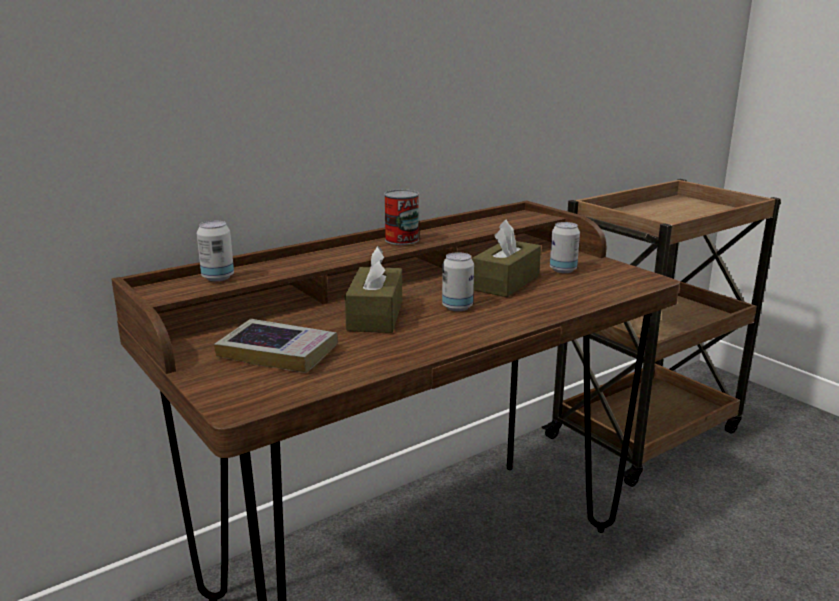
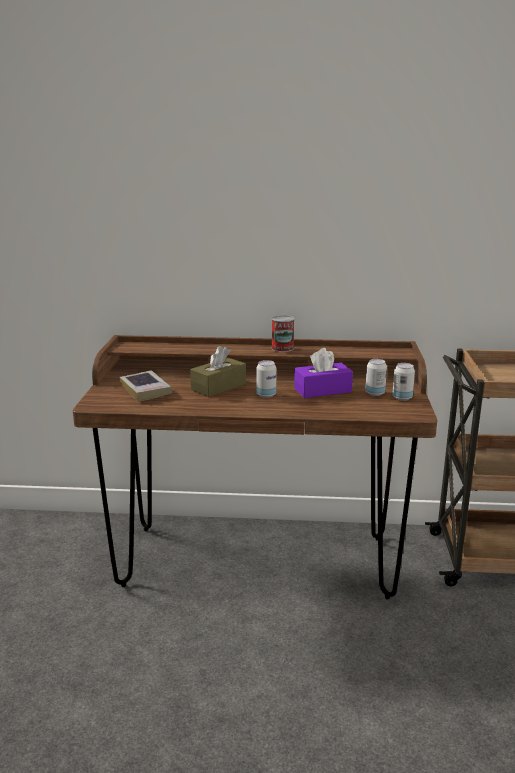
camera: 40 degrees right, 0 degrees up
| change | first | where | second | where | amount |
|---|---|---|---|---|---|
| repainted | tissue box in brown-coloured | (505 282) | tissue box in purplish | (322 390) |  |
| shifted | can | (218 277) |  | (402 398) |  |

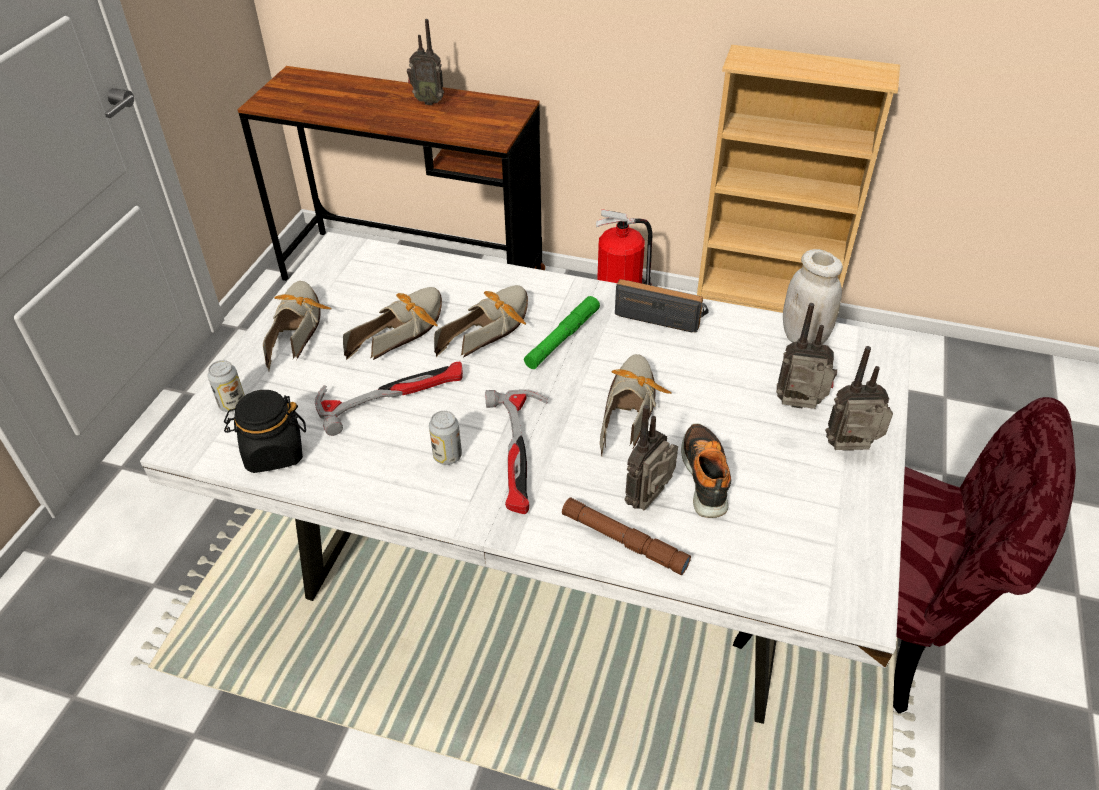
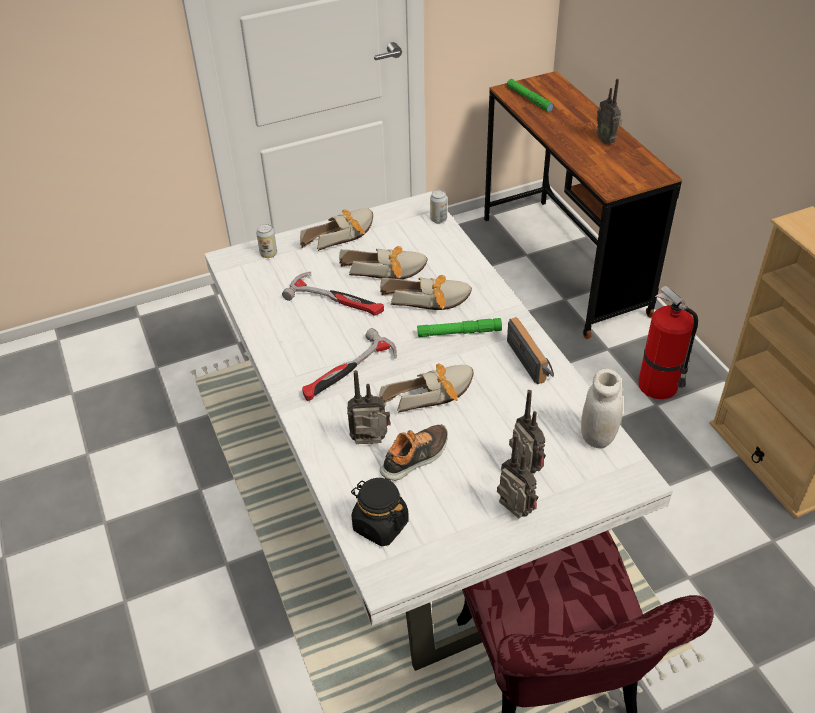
camera: 50 degrees right, 0 degrees up
| change | first | where | second | where | amount |
|---|---|---|---|---|---|
| shifted | storage jar in blackish | (273 452) |  | (380 525) |  |
| shifted | can | (447 456) |  | (438 219) |  |
| gone | hand torch in brown-coloured | (624 541) |  |  |  |
| new |  |  | hand torch in greenish | (529 99) |  |

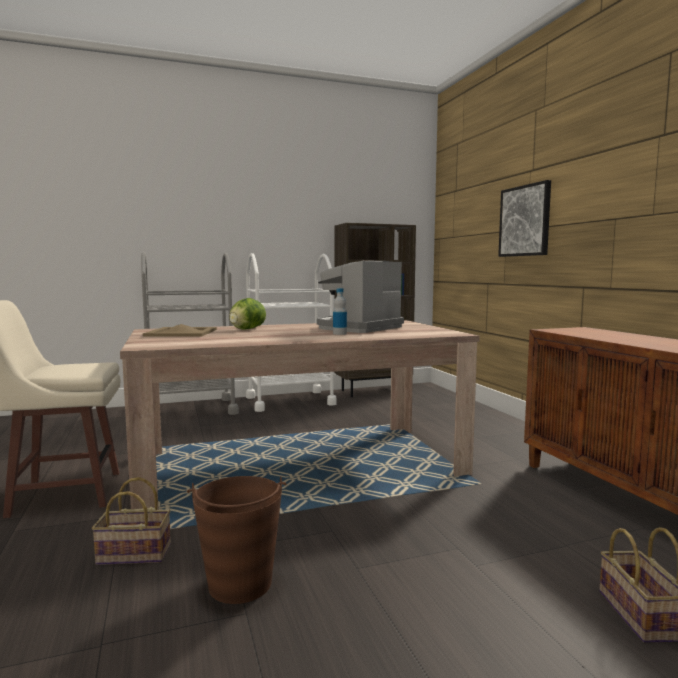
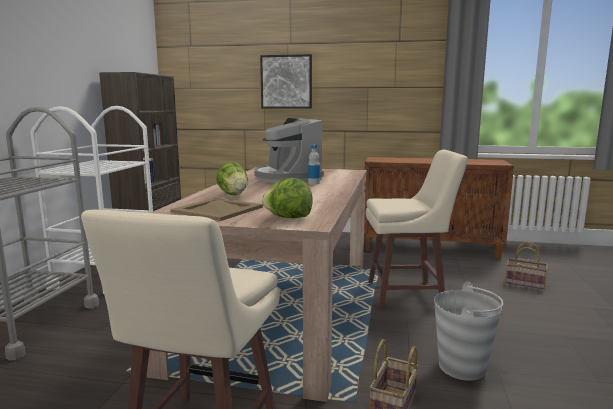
camera: 60 degrees left, 5 degrees up
| change | first | where | second | where | amount |
|---|---|---|---|---|---|
| repainted | bucket in brown-coloured | (239 584) | bucket in grey | (462 367) |  |
| new |  |  | stool in beige | (407 294) |  |
| new |  |  | lettuce | (288 218) |  |

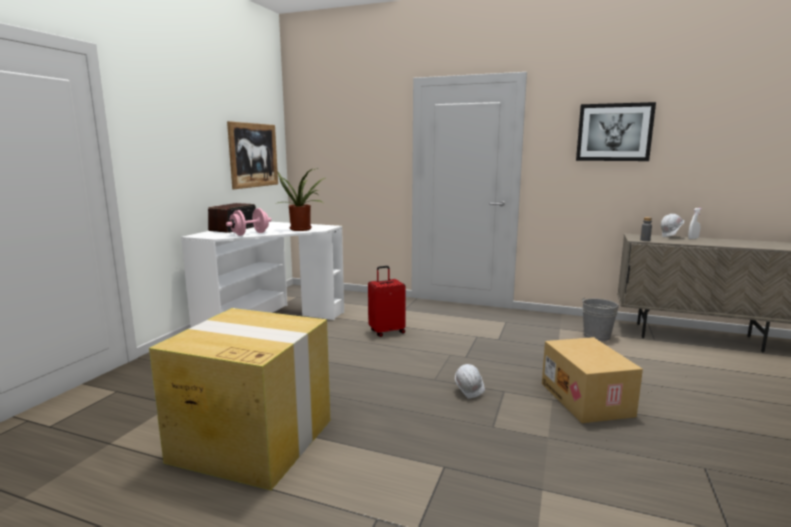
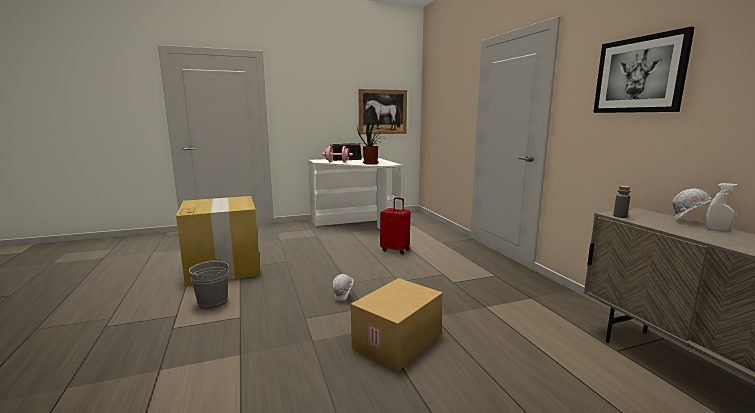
camera: 50 degrees right, 0 degrees up
| change | first | where | second | where | amount |
|---|---|---|---|---|---|
| shifted | bucket in grey | (596 336) |  | (212 302) |  |

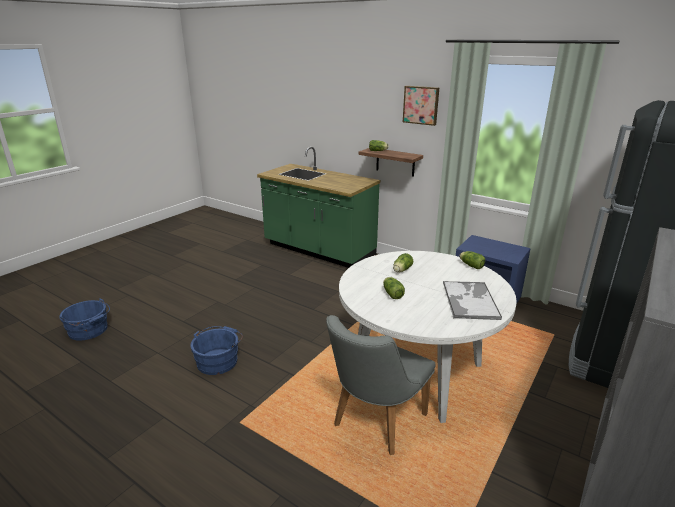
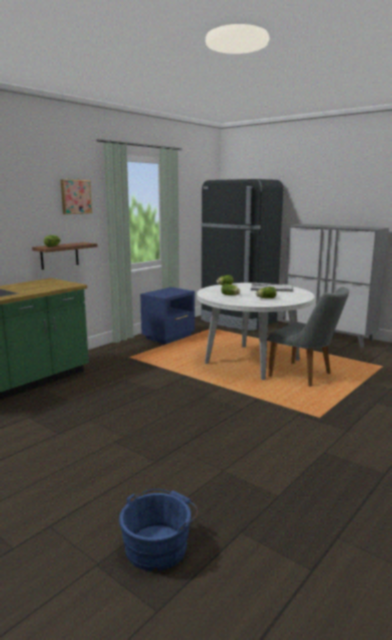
camera: 85 degrees left, 10 degrees down
| change | first | where | second | where | amount |
|---|---|---|---|---|---|
| gone | bucket in bluish | (219 360) |  |  |  |

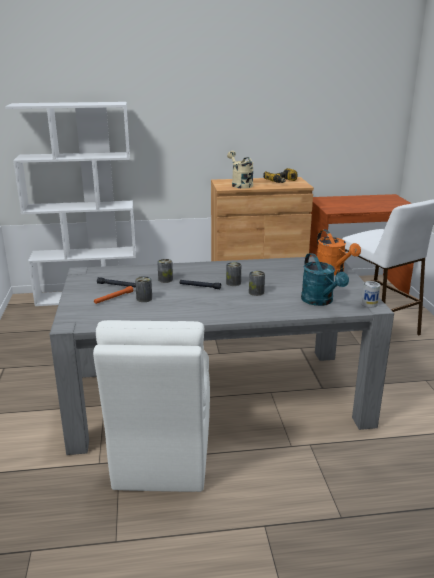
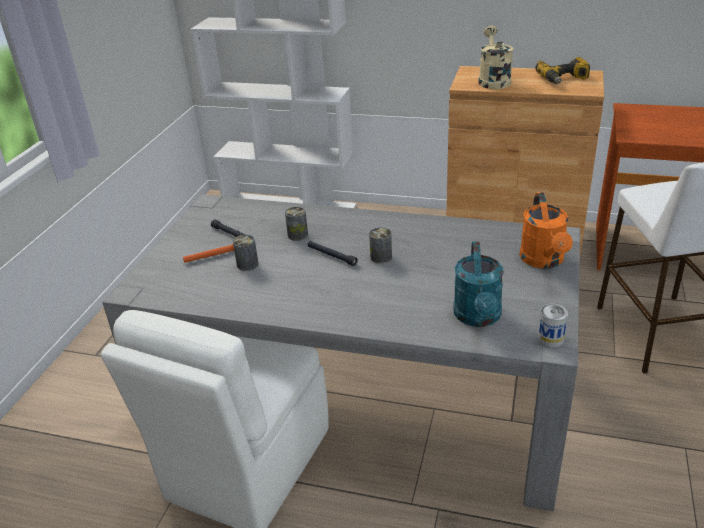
camera: 25 degrees right, 10 degrees up
| change | first | where | second | where | amount |
|---|---|---|---|---|---|
| gone | can | (256 292) |  |  |  |

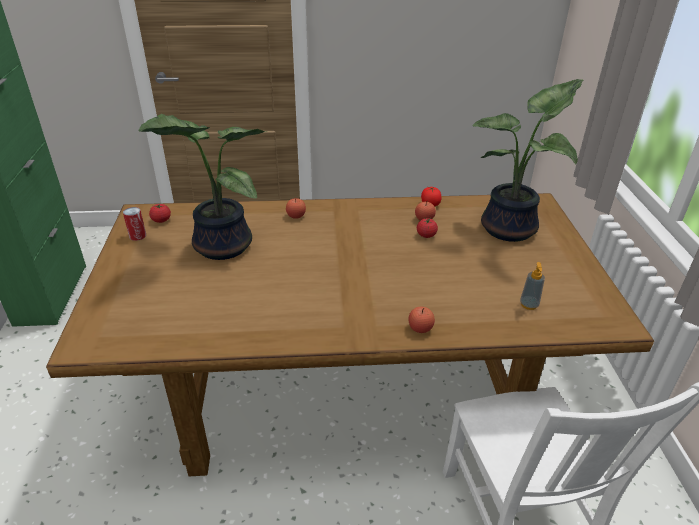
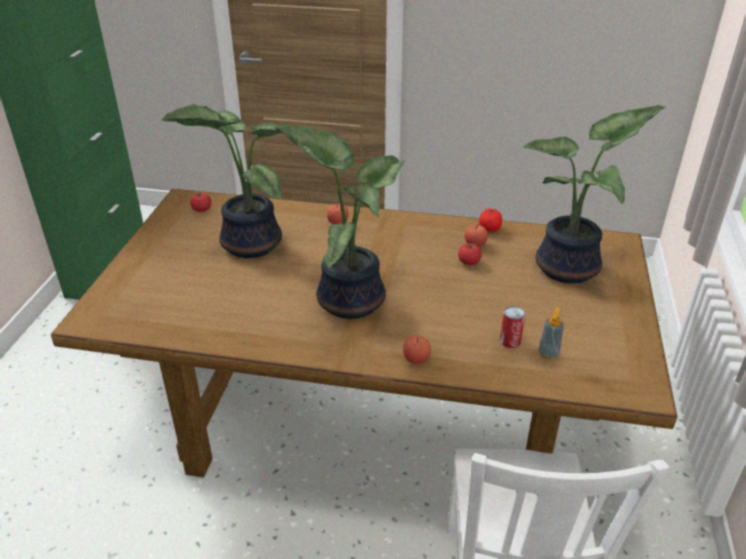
camera: 15 degrees right, 0 degrees up
| change | first | where | second | where | amount |
|---|---|---|---|---|---|
| shifted | can | (137 236) |  | (510 341) |  |
| new |  |  | houseplant | (350 298) |  |

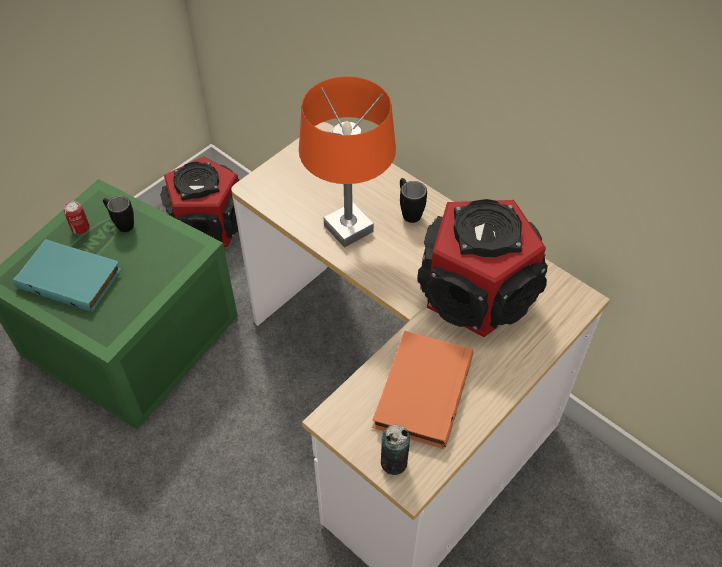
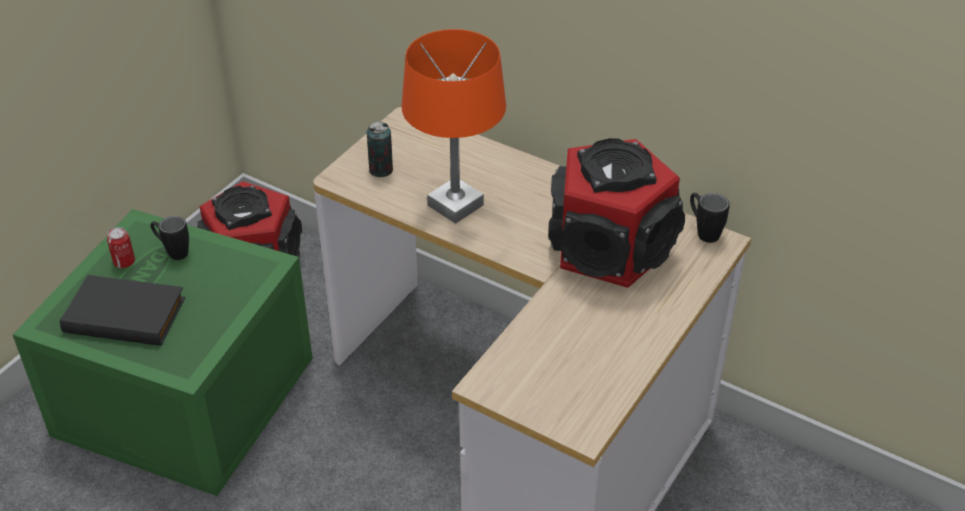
camera: 10 degrees left, 10 degrees down
| change | first | where | second | where | amount |
|---|---|---|---|---|---|
| shifted | tea mug in blackish | (408 211) |  | (703 231) |  |
| repainted | volume in blue-green | (71 277) | volume in blackish | (127 313) |  |
| gone | volume in orangey | (420 390) |  |  |  |
| shifted | can | (394 462) |  | (381 170) |  |

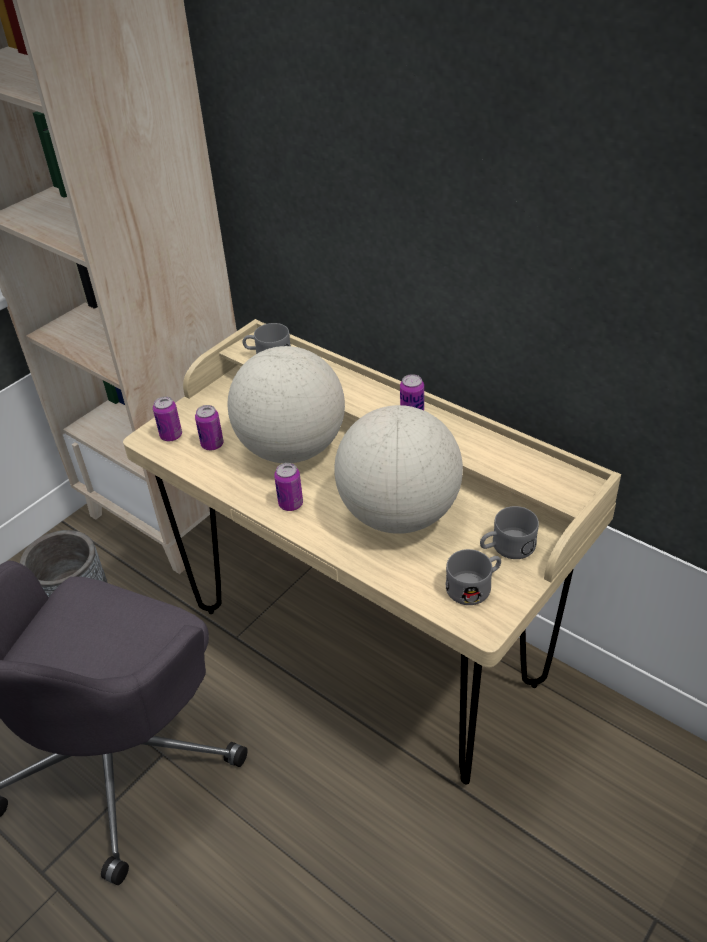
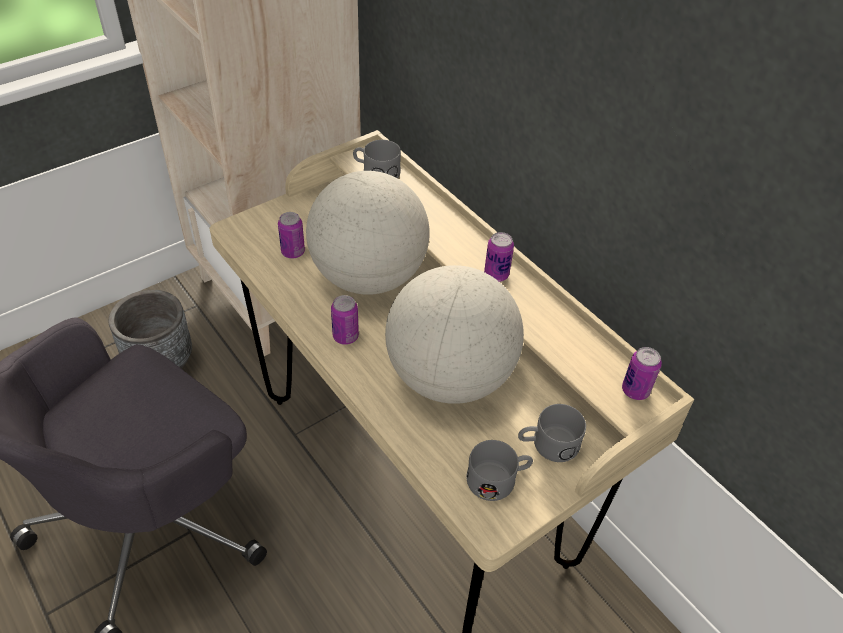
camera: 10 degrees right, 5 degrees up
| change | first | where | second | where | amount |
|---|---|---|---|---|---|
| shifted | can | (171 436) |  | (635 390) |  |

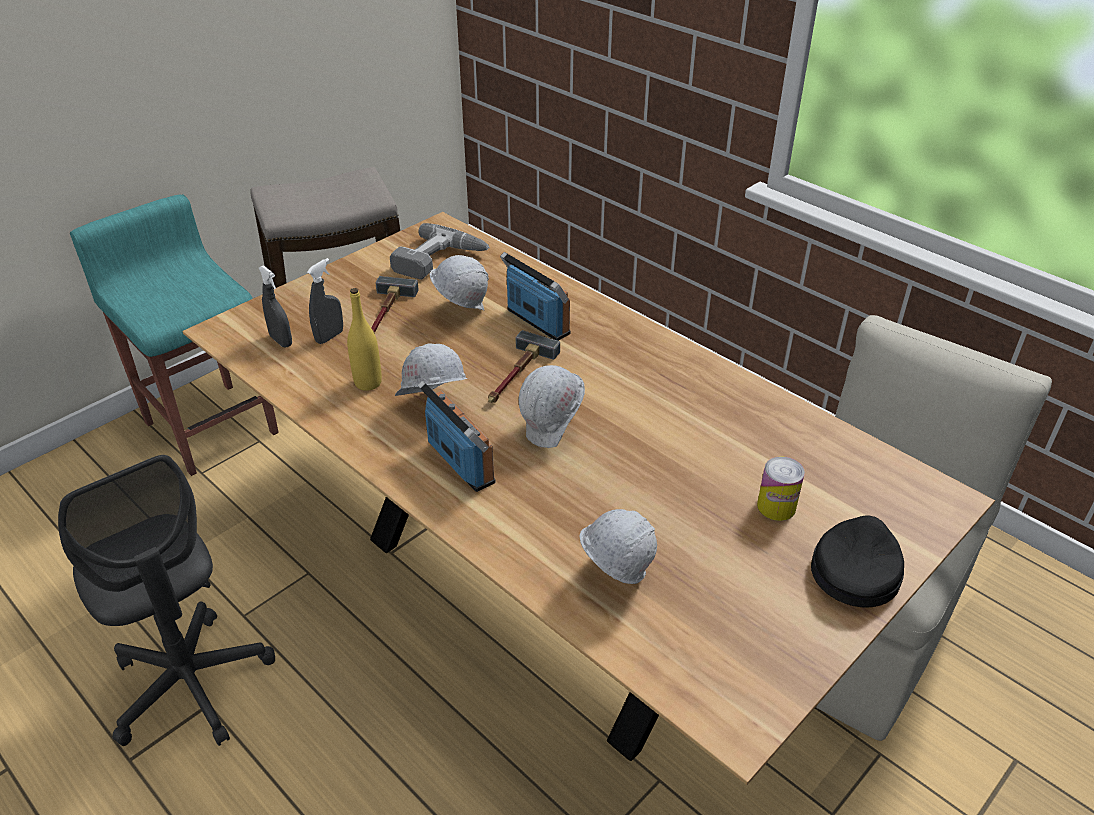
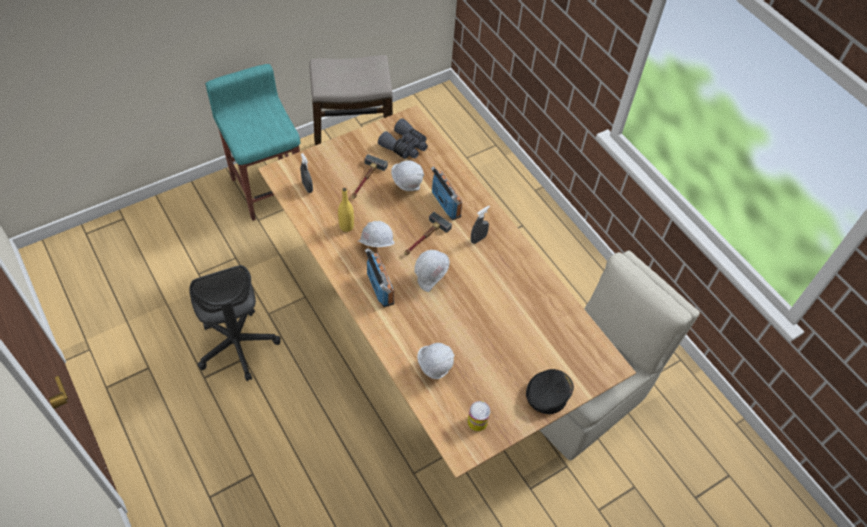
camera: 10 degrees right, 15 degrees up
| change | first | where | second | where | amount |
|---|---|---|---|---|---|
| swapped | electric drill | (440 261) | pair of binoculars in grey | (405 146) |  |
| shifted | spray bottle in grey | (329 337) |  | (478 239) |  |
| shifted | can | (776 506) |  | (477 421) |  |

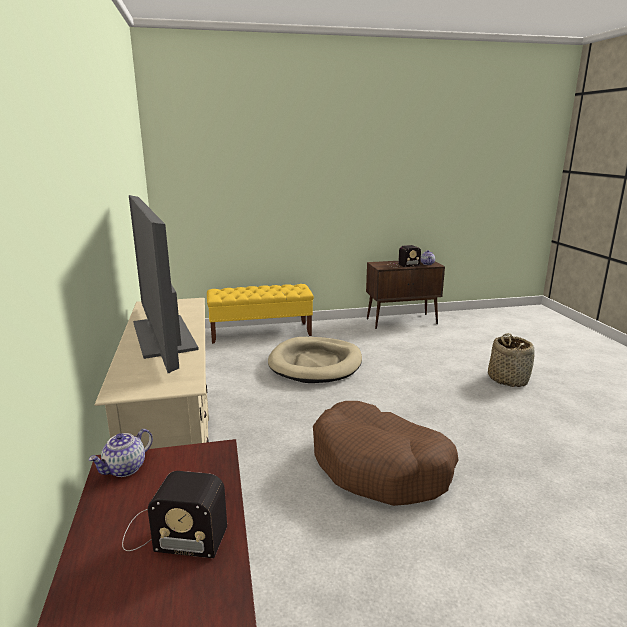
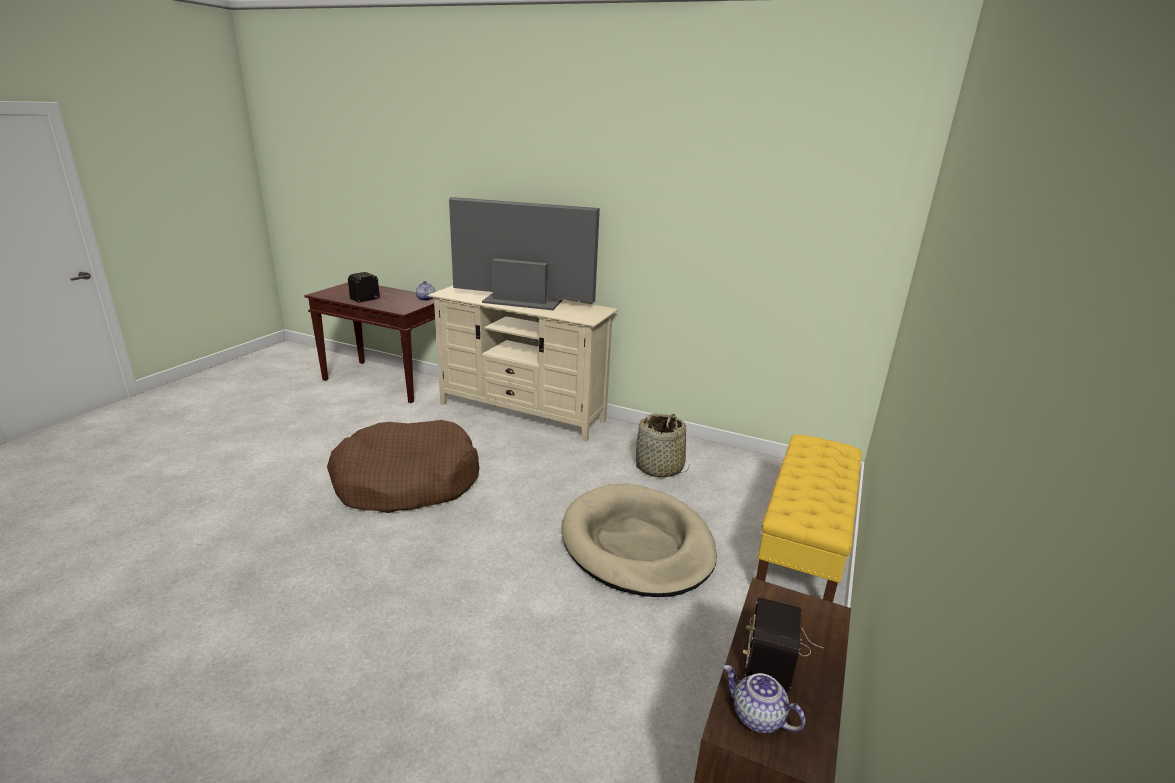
camera: 125 degrees right, 5 degrees up
| change | first | where | second | where | amount |
|---|---|---|---|---|---|
| shifted | storage basket | (508 379) |  | (659 468) |  |

